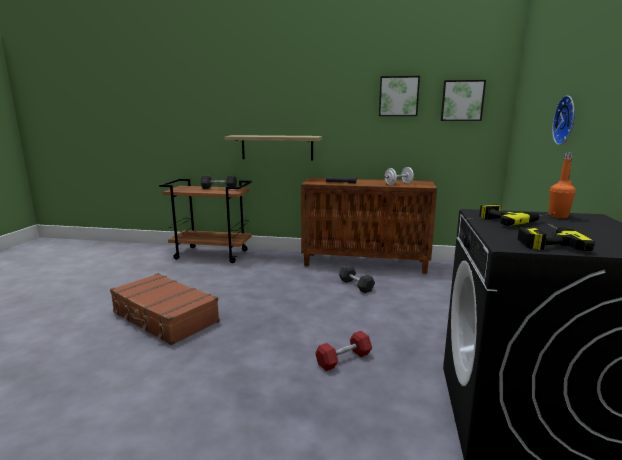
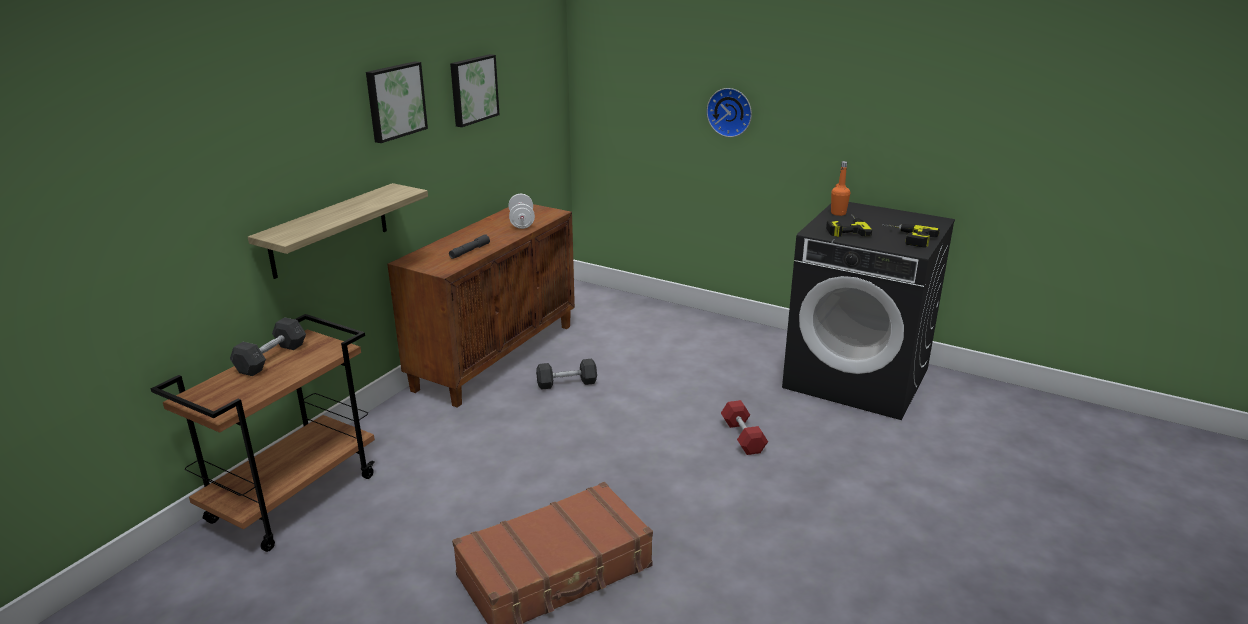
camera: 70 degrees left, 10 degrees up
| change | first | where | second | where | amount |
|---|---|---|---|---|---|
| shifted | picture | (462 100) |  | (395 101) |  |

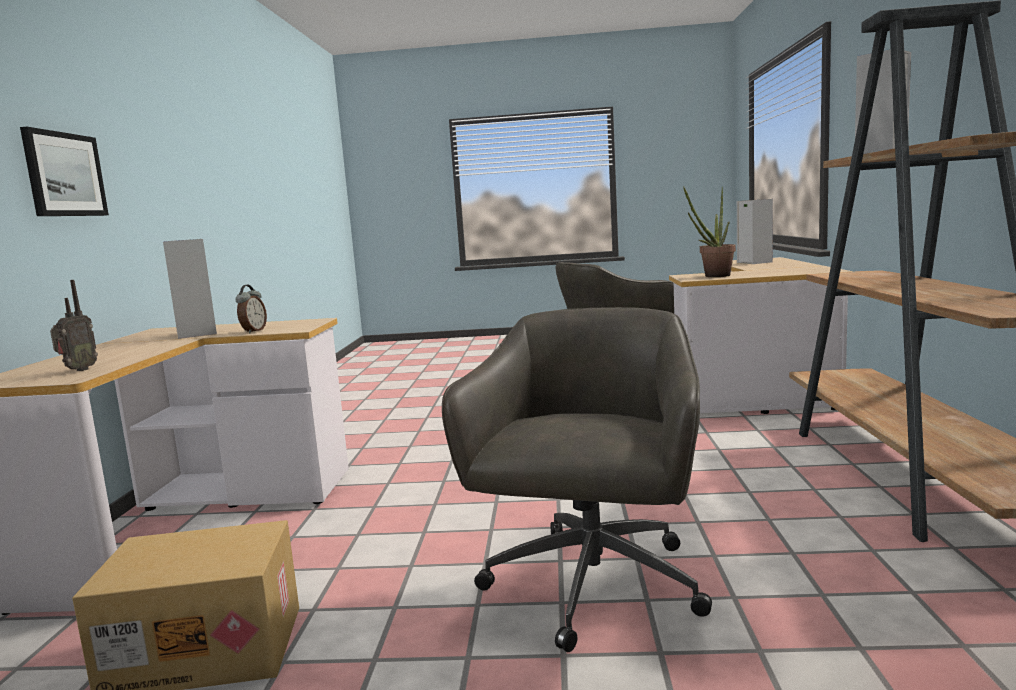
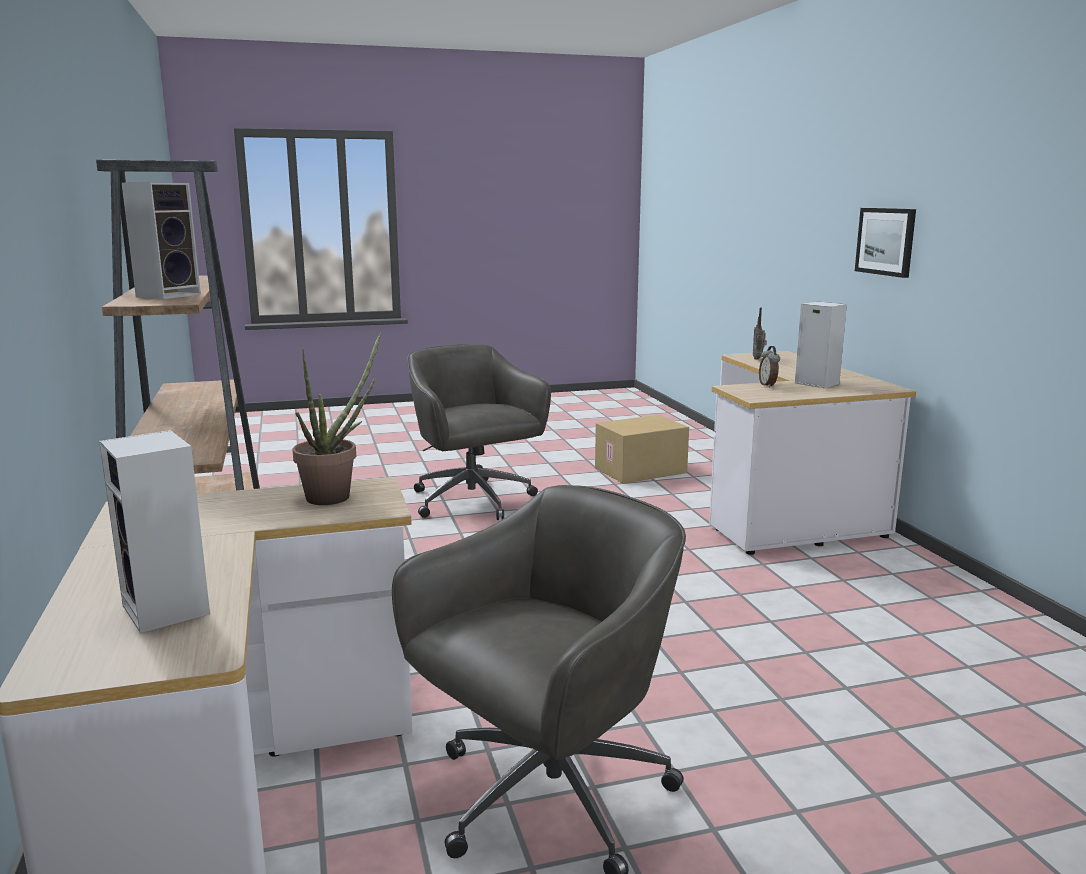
camera: 160 degrees right, 5 degrees up
| change | first | where | second | where | amount |
|---|---|---|---|---|---|
| rotated | computer chair in grey | (592 587) |  | (474 501) | 150 degrees clockwise |

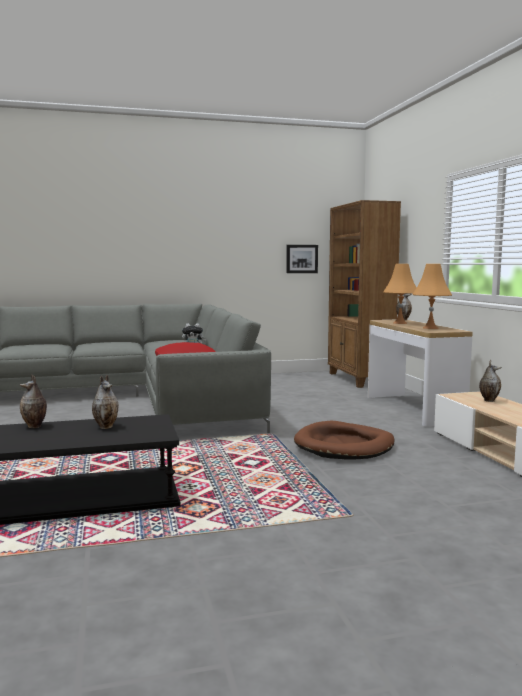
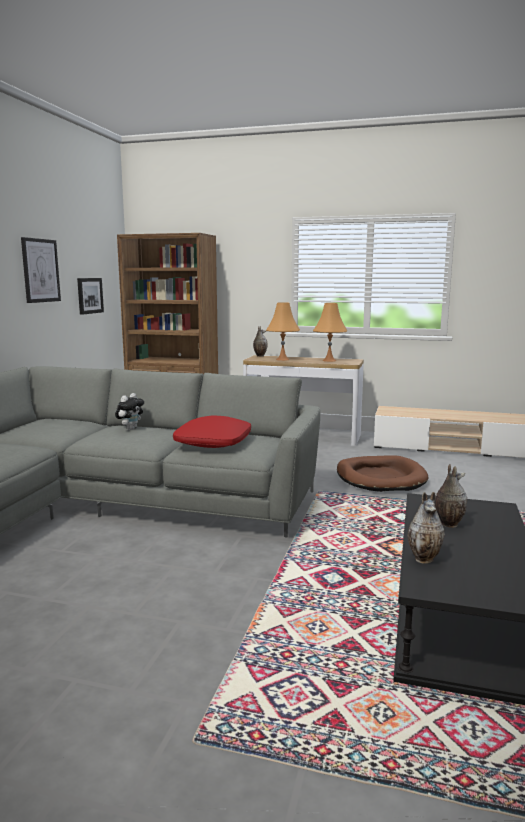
camera: 60 degrees left, 5 degrees up
| change | first | where | second | where | amount |
|---|---|---|---|---|---|
| gone | vase | (489 400) |  |  |  |
| new |  |  | picture | (40 270) |  |

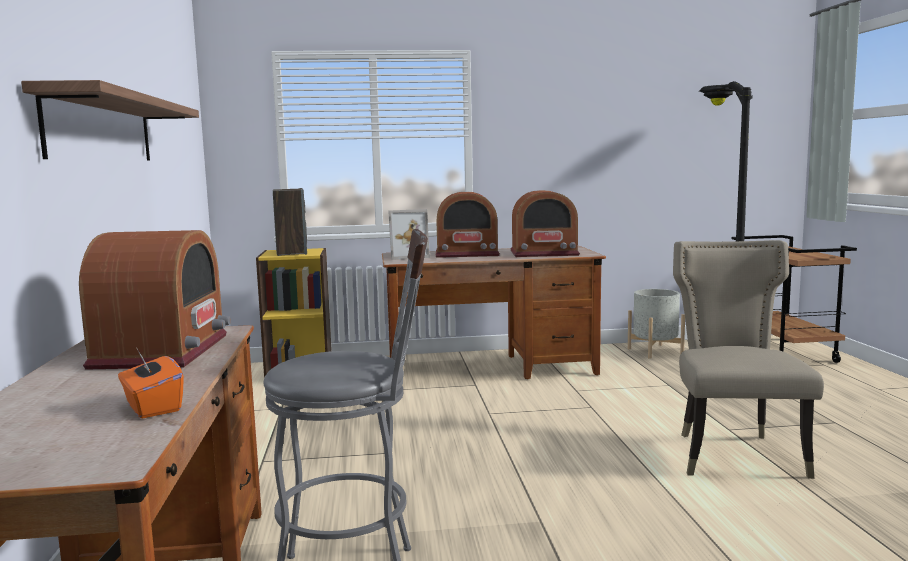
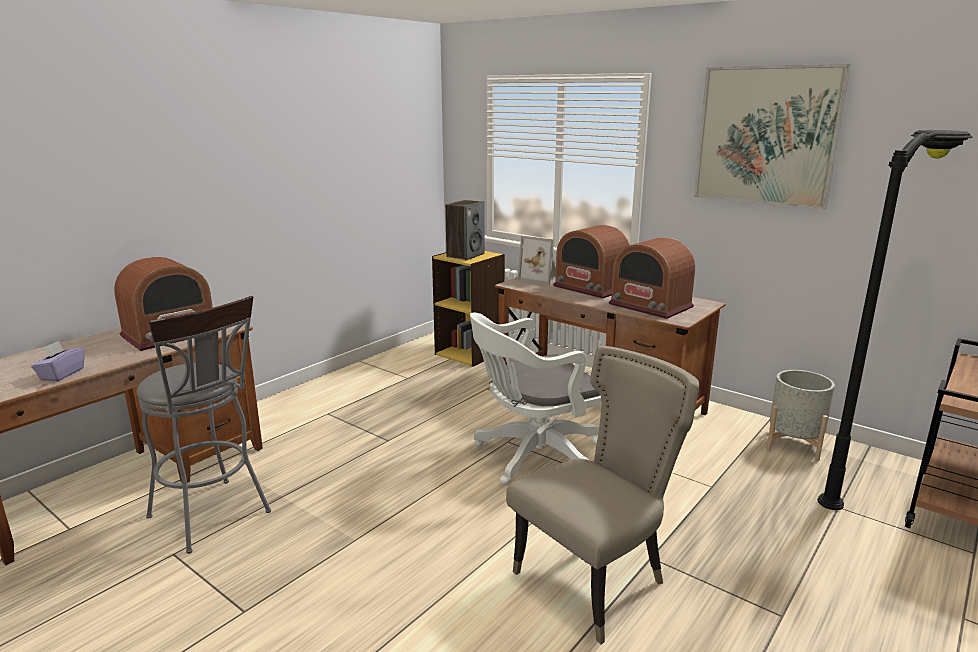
camera: 45 degrees right, 10 degrees up
| change | first | where | second | where | amount |
|---|---|---|---|---|---|
| gone | bracket shelf | (102 129) |  |  |  |
| repainted | tissue box in orangey | (152 407) | tissue box in purplish | (61 374) |  |
| new |  |  | picture | (766 136) |  |
| new |  |  | computer chair in whitish | (533 457) |  |

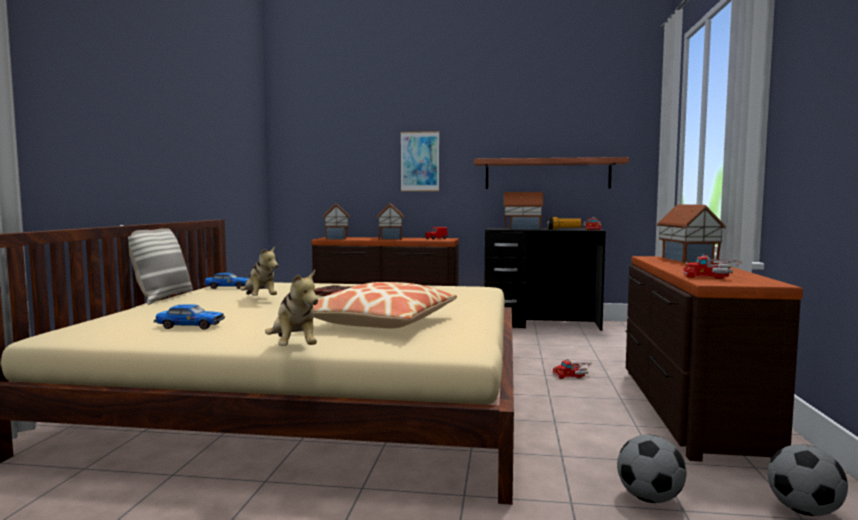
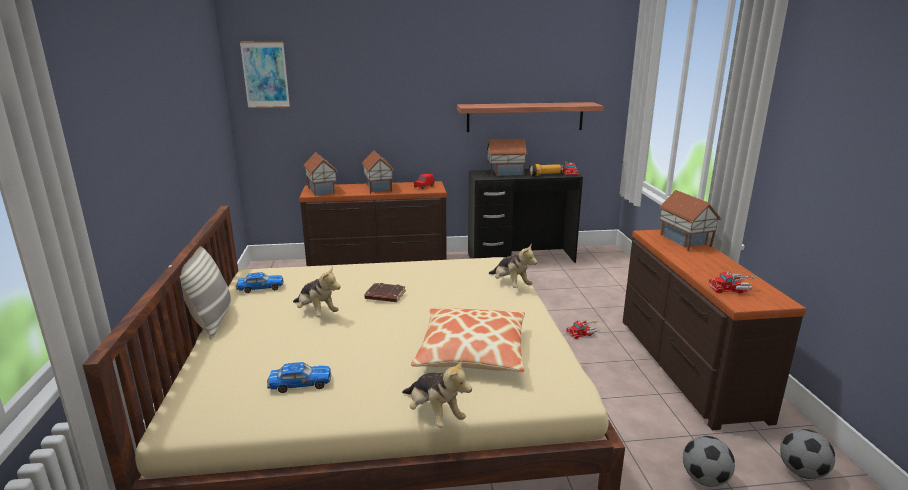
camera: 15 degrees left, 15 degrees up
| change | first | where | second | where | amount |
|---|---|---|---|---|---|
| shifted | picture | (420 161) |  | (265 75) |  |
| new |  |  | plush toy | (510 284) |  |

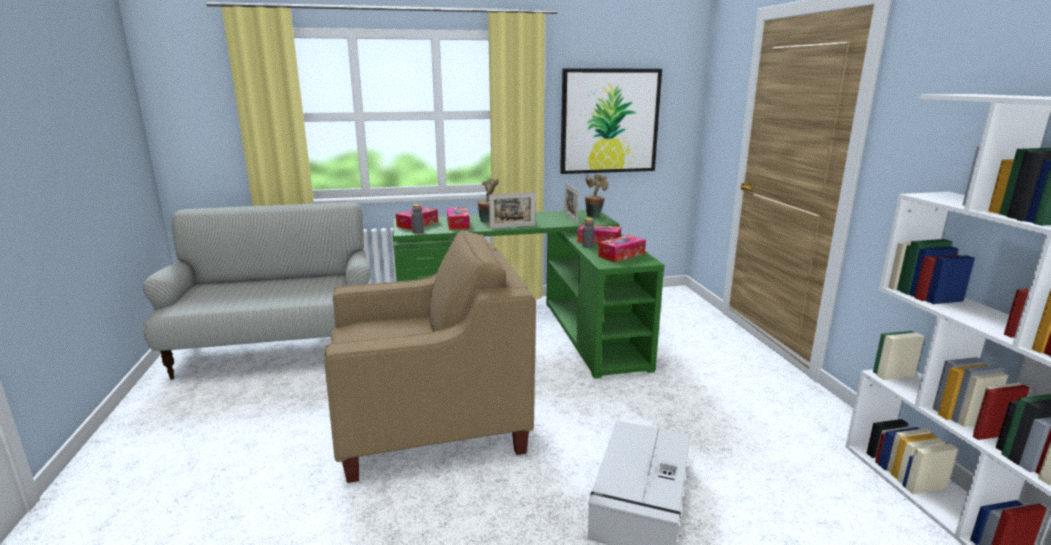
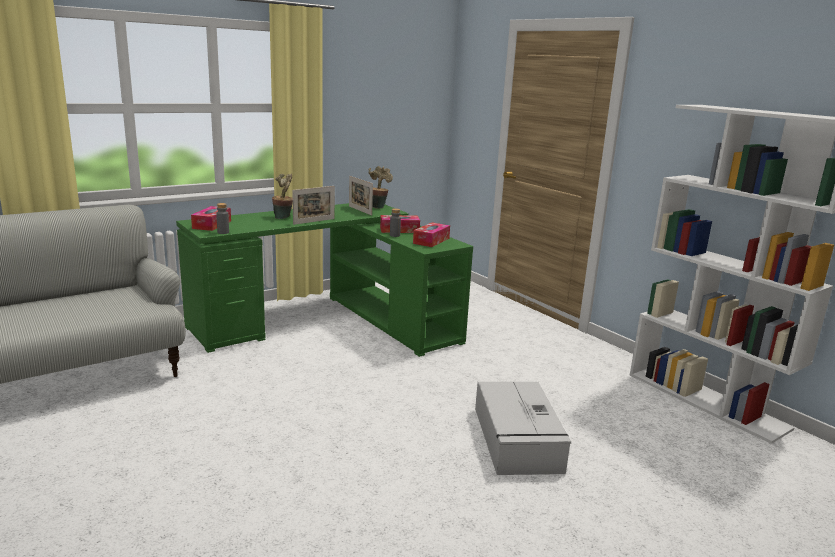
camera: 25 degrees left, 0 degrees up
| change | first | where | second | where | amount |
|---|---|---|---|---|---|
| gone | picture | (609 121) |  |  |  |
| gone | tissue box | (458 224) |  |  |  |
| gone | armchair in beige | (431 423) |  |  |  |

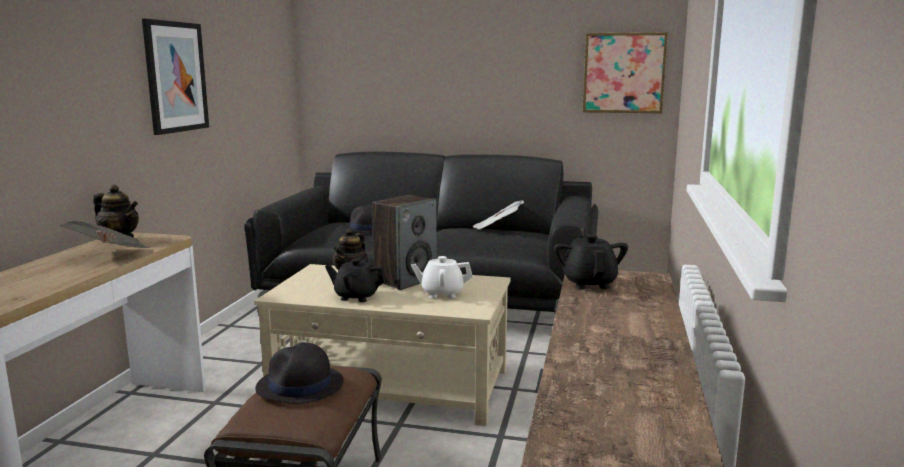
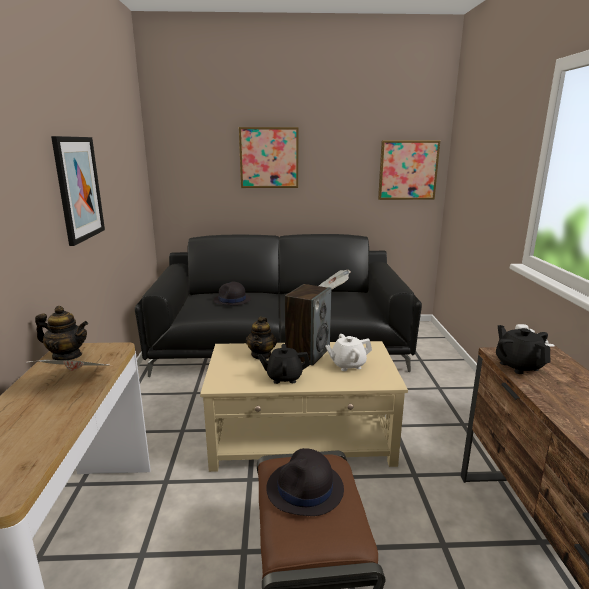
camera: 15 degrees left, 5 degrees up
| change | first | where | second | where | amount |
|---|---|---|---|---|---|
| new |  |  | picture | (269 158) |  |

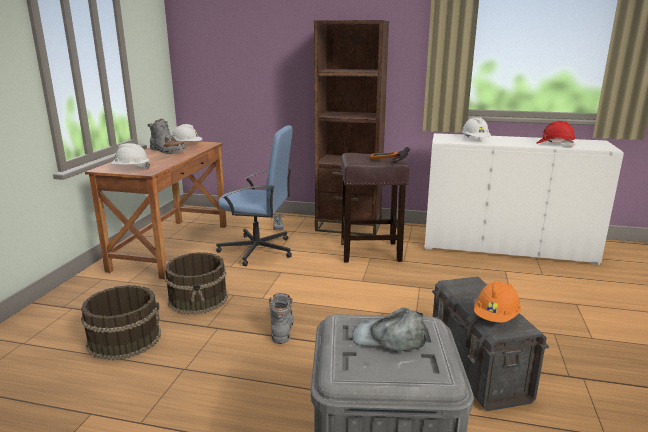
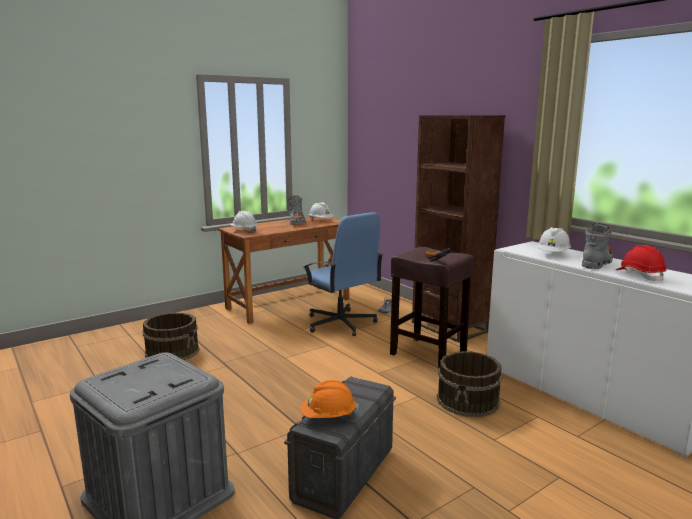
camera: 40 degrees right, 5 degrees down
| change | first | where | second | where | amount |
|---|---|---|---|---|---|
| shifted | bucket in brown-coloured | (199 298) |  | (468 400) |  |
| shifted | tall boot in grey | (281 327) |  | (596 263) |  |
| gone | baseball cap in grey | (389 338) |  |  |  |

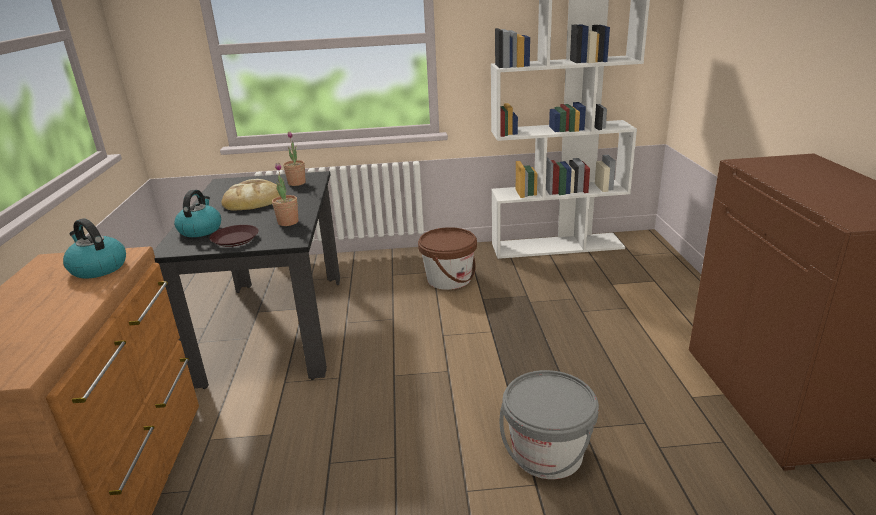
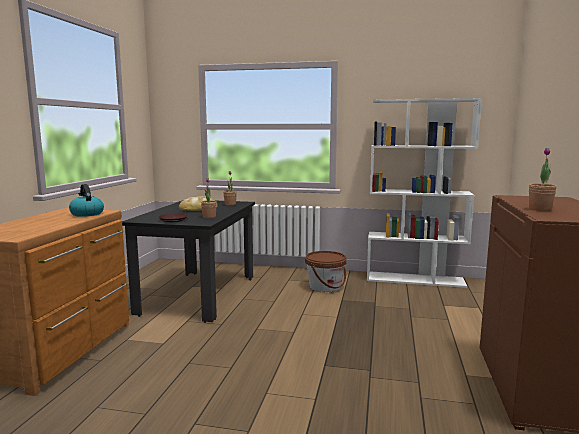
camera: 15 degrees right, 15 degrees down
| change | first | where | second | where | amount |
|---|---|---|---|---|---|
| gone | water kettle | (200 230) |  |  |  |
| gone | bucket in grey | (547 453) |  |  |  |
| new |  |  | houseplant | (540 209) |  |

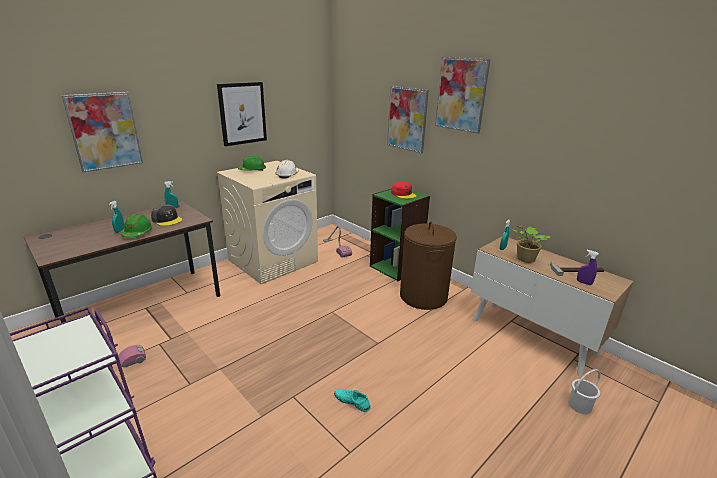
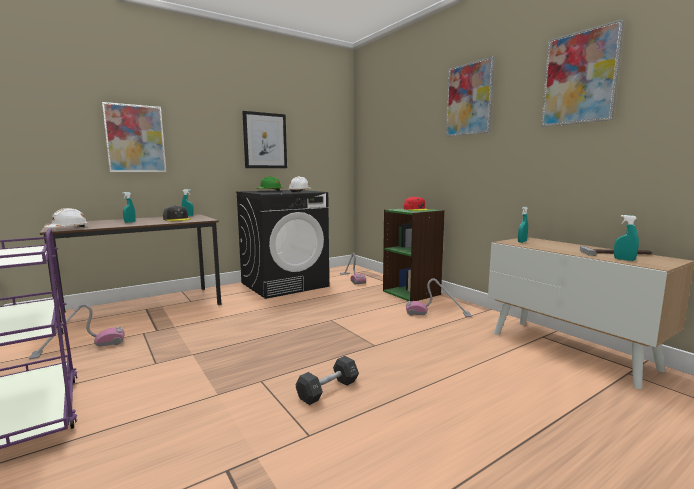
camera: 10 degrees right, 15 degrees down
| change | first | where | second | where | amount |
|---|---|---|---|---|---|
| shifted | picture | (407 119) |  | (580 78) |  |
| repainted | laundry machine in beige | (273 260) | laundry machine in blackish | (285 284) |  |
| gone | work helmet in greenish | (138 233) |  |  |  |
| swapped | laundry basket in brown-coloured | (423 296) | vacuum cleaner | (437 314) |  |
| gone | houseplant | (524 259) |  |  |  |
| repainted | spray bottle in purplish | (584 283) | spray bottle in blue-green | (624 259) |  |
| gone | bucket in whitish | (580 405) |  |  |  |
| swapped | shoe in blue-green | (352 401) | dumbbell in blackish | (328 390) |  |
| new |  |  | work helmet in whitish | (68 229) |  |

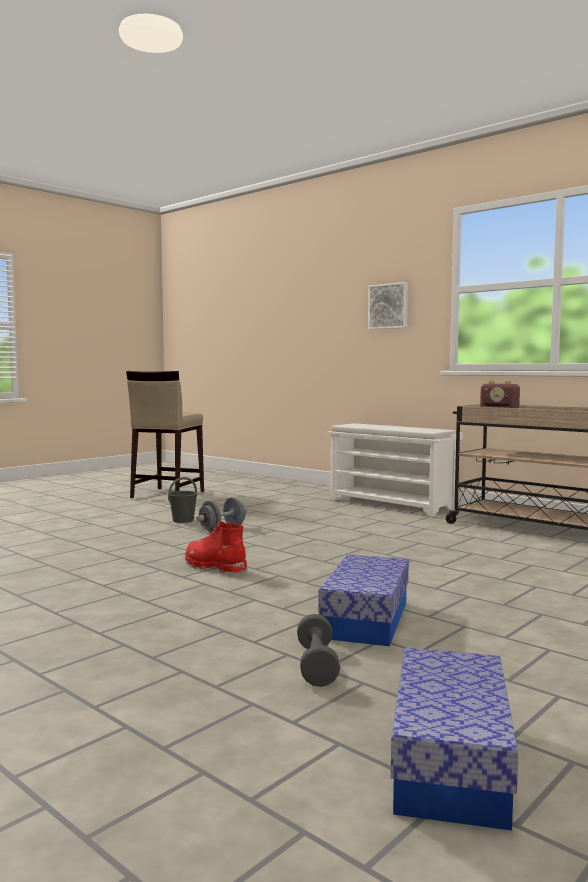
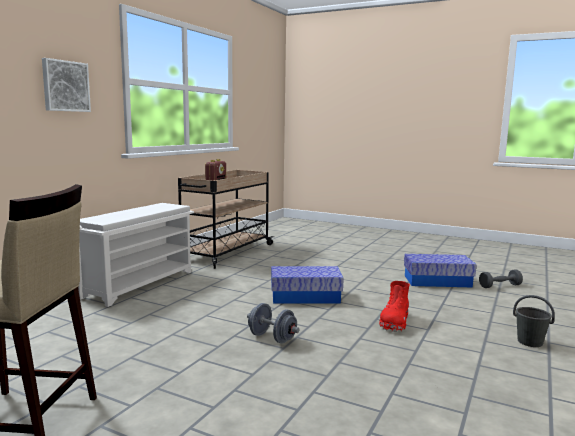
camera: 105 degrees left, 5 degrees up
| change | first | where | second | where | amount |
|---|---|---|---|---|---|
| shifted | bucket in grey | (183 520) |  | (530 342) |  |
| shifted | storage container | (451 763) |  | (305 296) |  |

